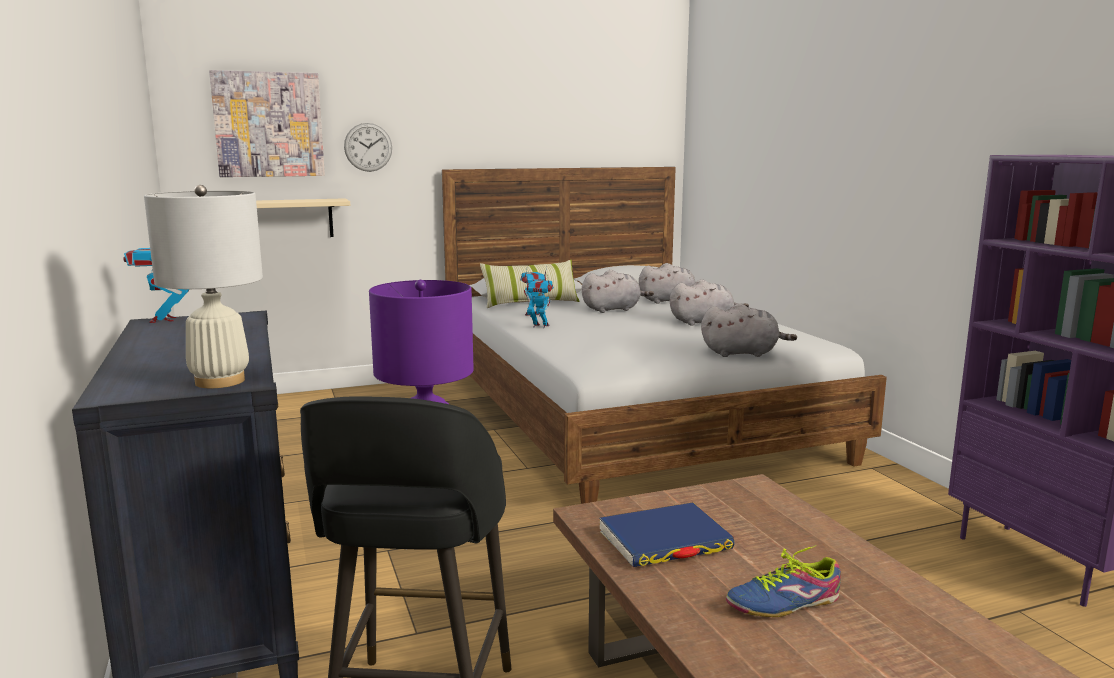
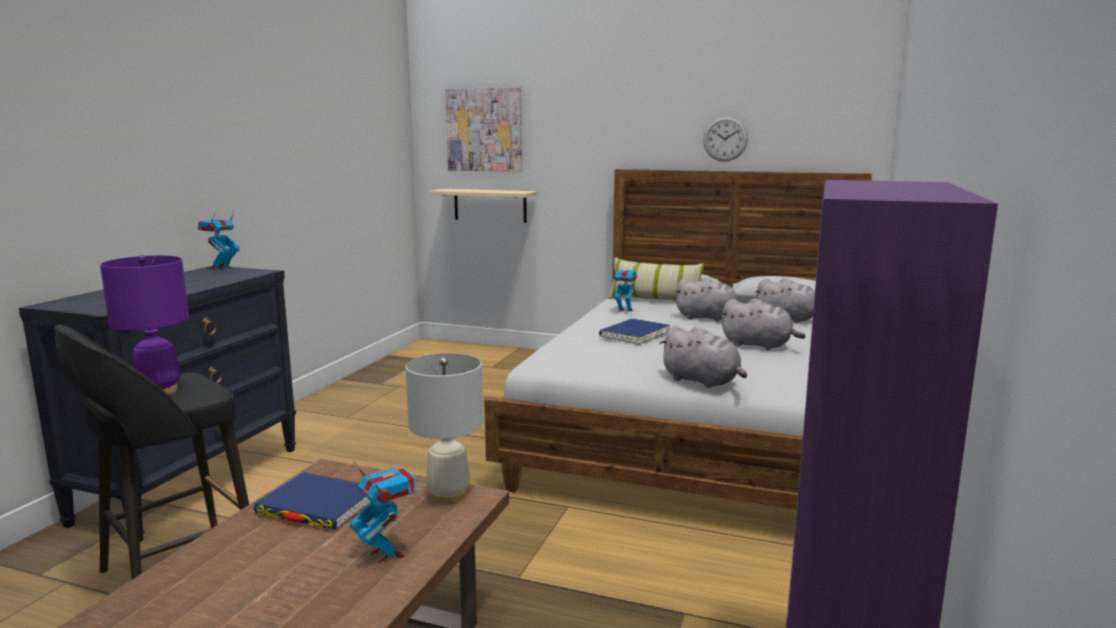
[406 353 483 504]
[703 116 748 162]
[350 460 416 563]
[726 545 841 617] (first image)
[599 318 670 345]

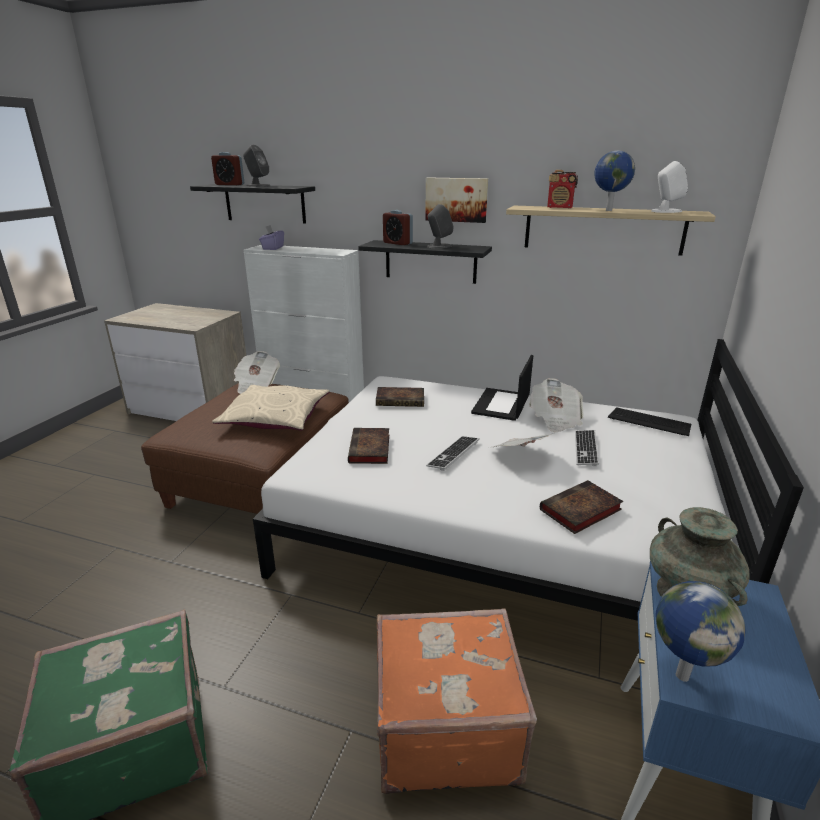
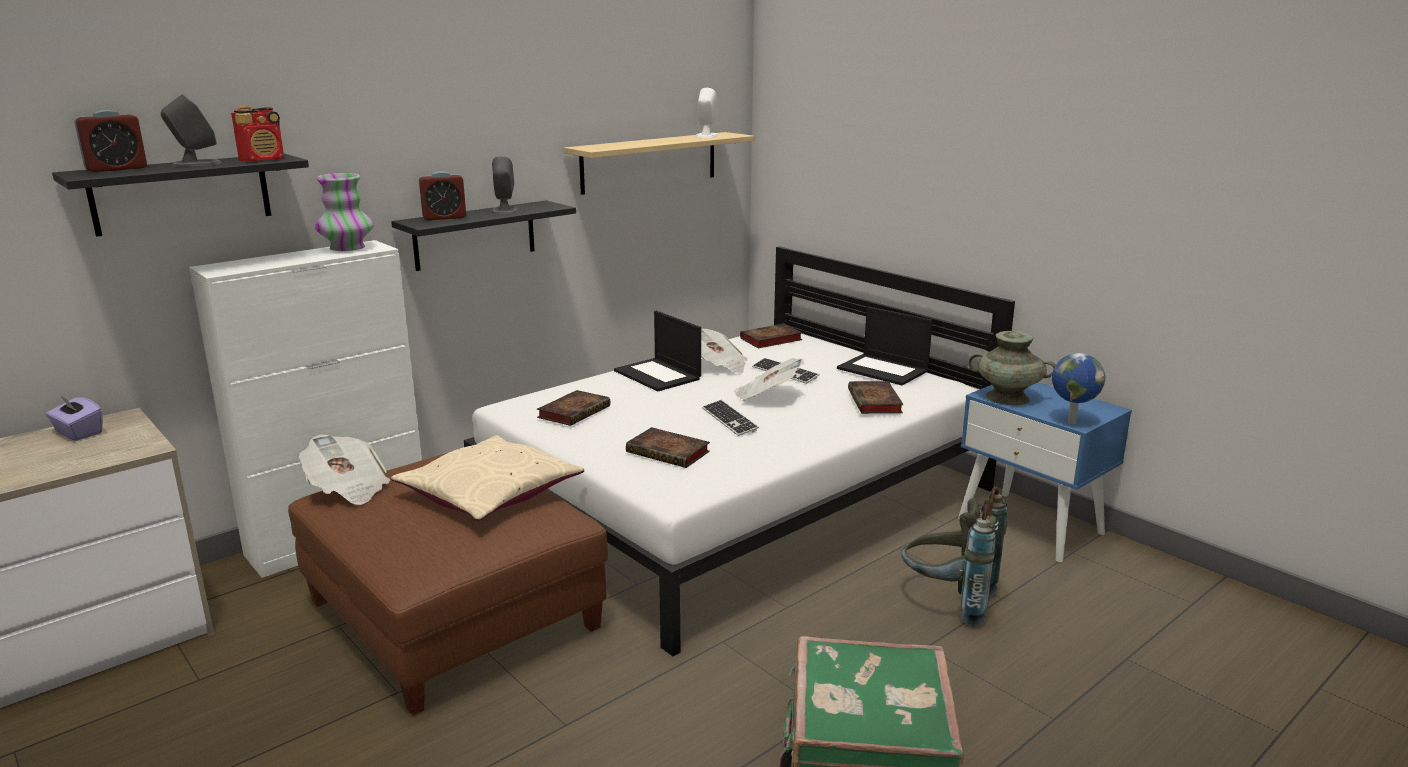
[46 394 103 441]
[901 487 1007 627]
[425 178 488 223] (first image)
[231 106 284 162]
[594 150 635 211] (first image)
[740 323 802 348]
[315 173 374 251]
[837 306 933 385]

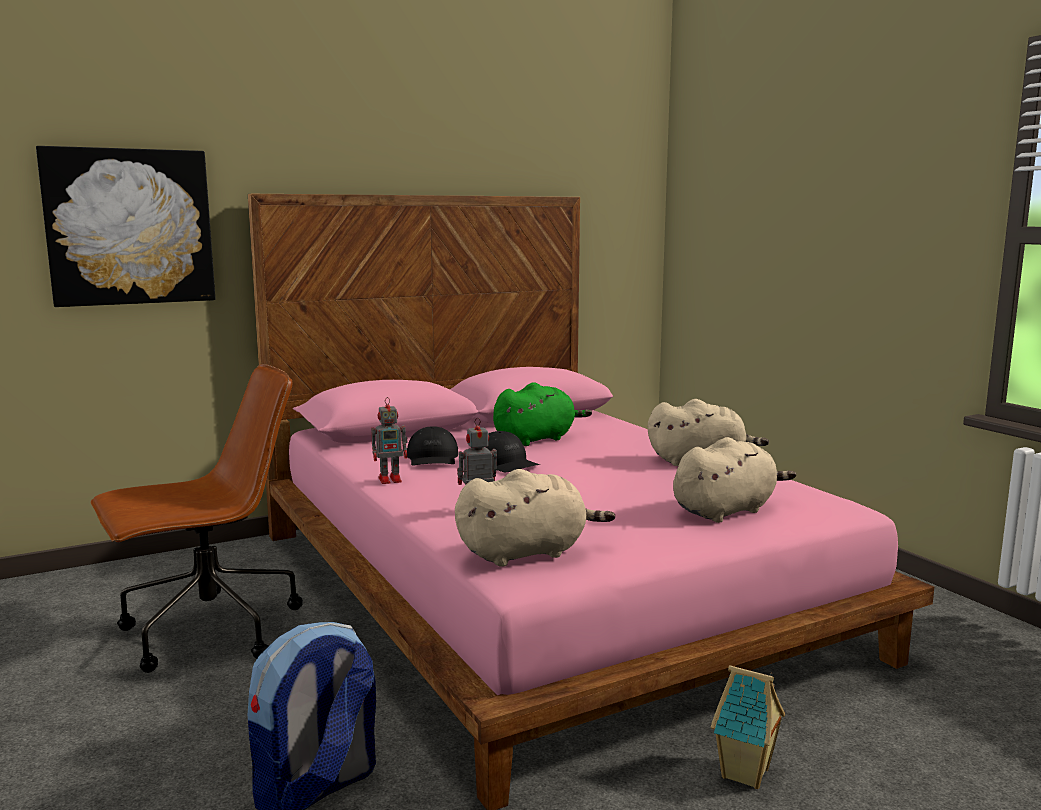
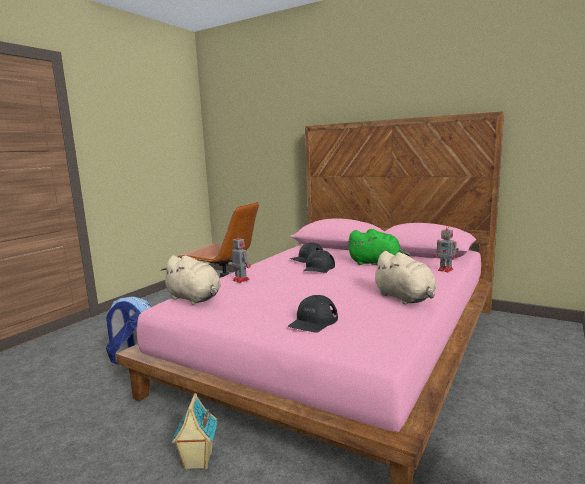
[36 146 215 307] (first image)
[435 224 459 272]
[288 295 338 333]

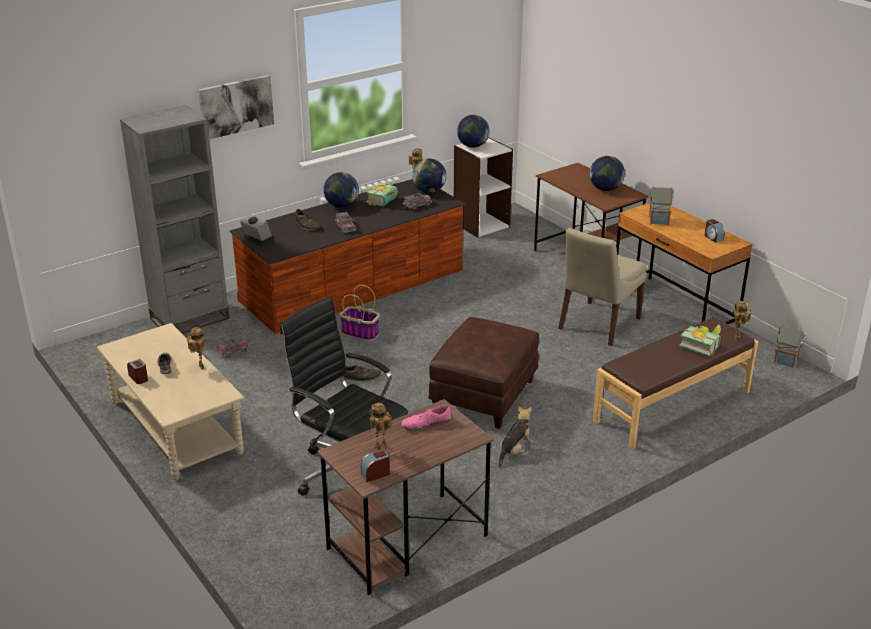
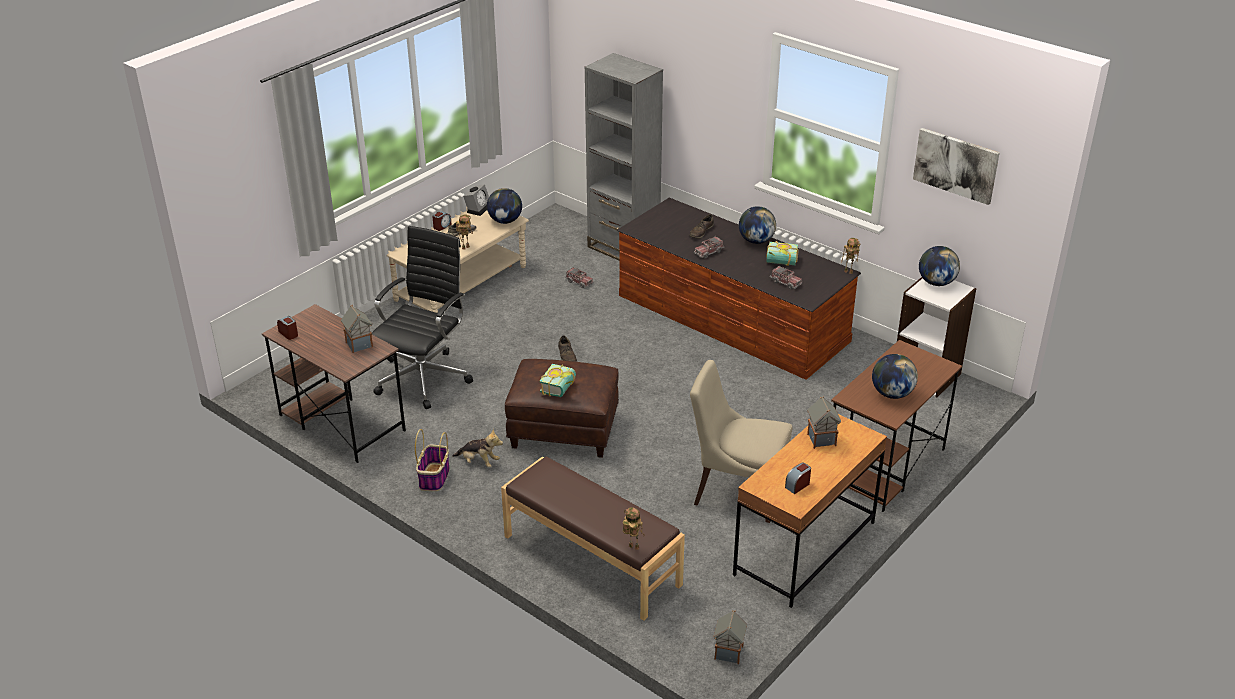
[913 128 1000 205]
[463 184 489 216]
[415 429 450 491]
[368 403 392 450] (first image)
[341 304 373 353]
[487 188 522 224]
[539 364 576 397]

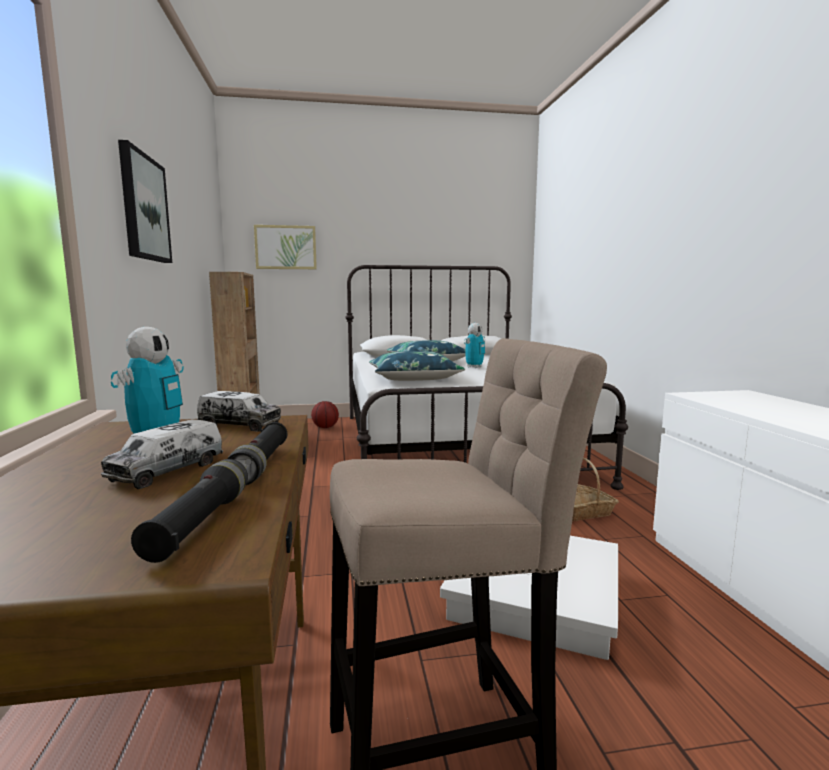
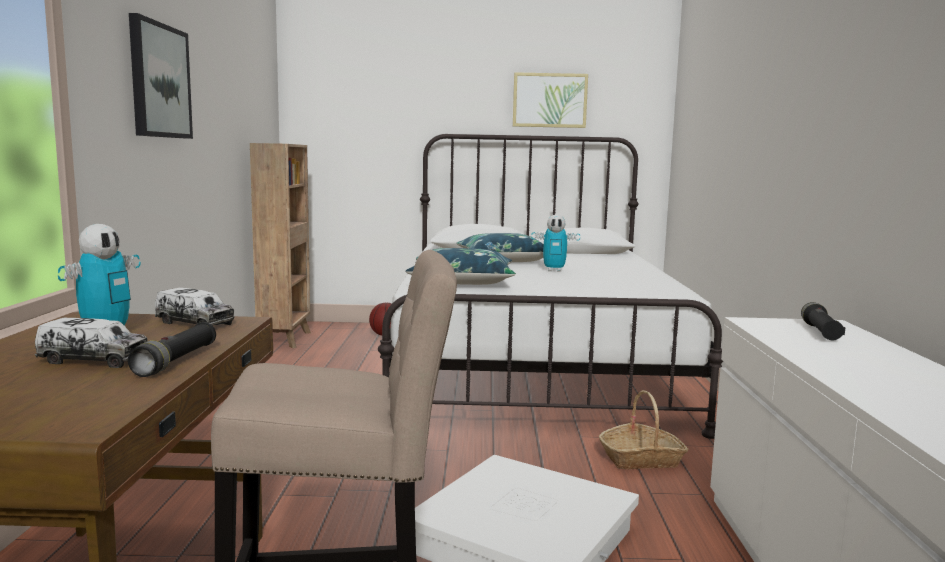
[35 318 148 368]
[801 302 845 340]
[513 72 588 128]
[532 215 580 272]

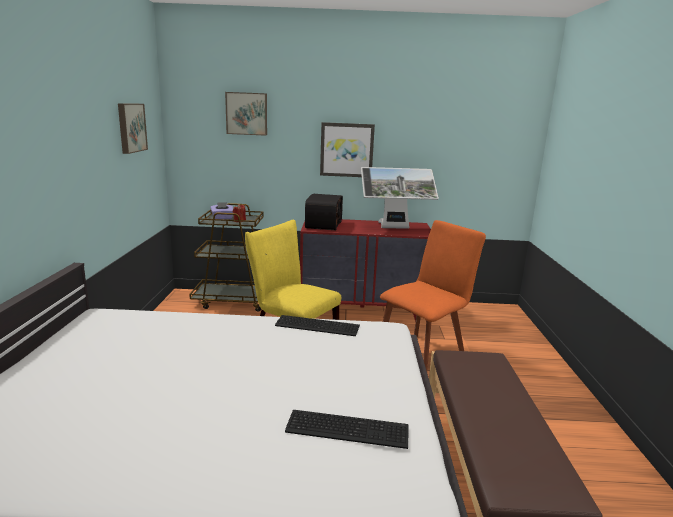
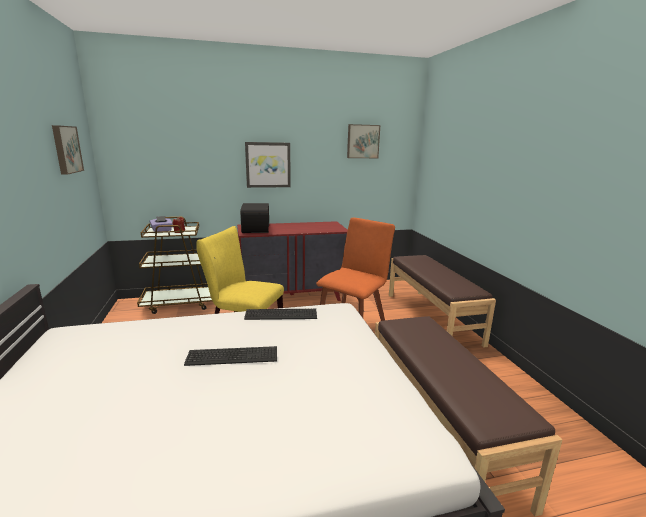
[347 124 380 158]
[184 346 277 366]
[361 167 439 229] (first image)
[389 255 496 348]

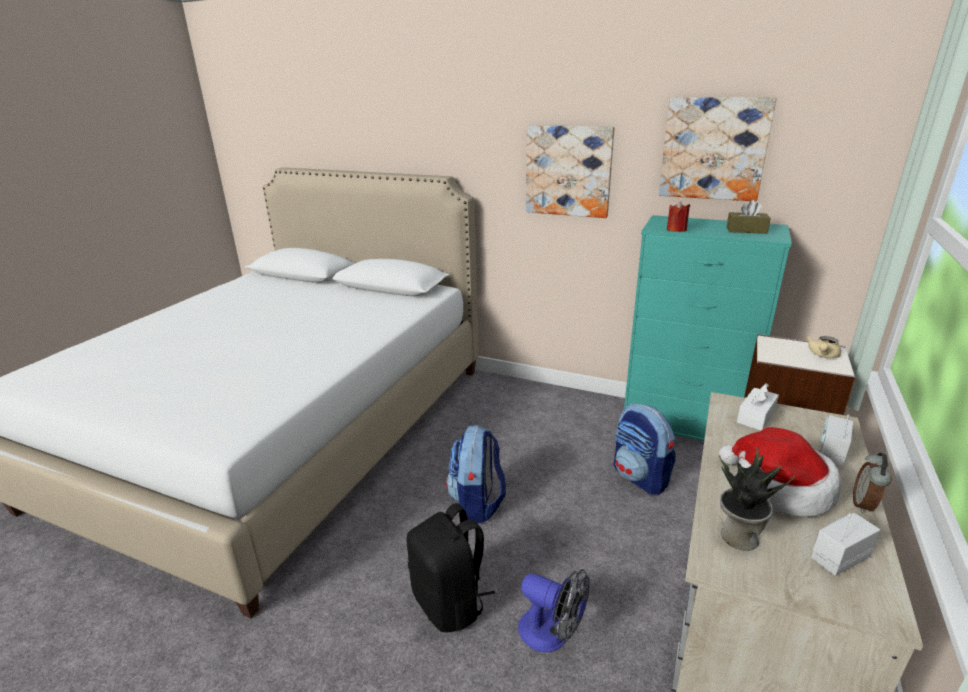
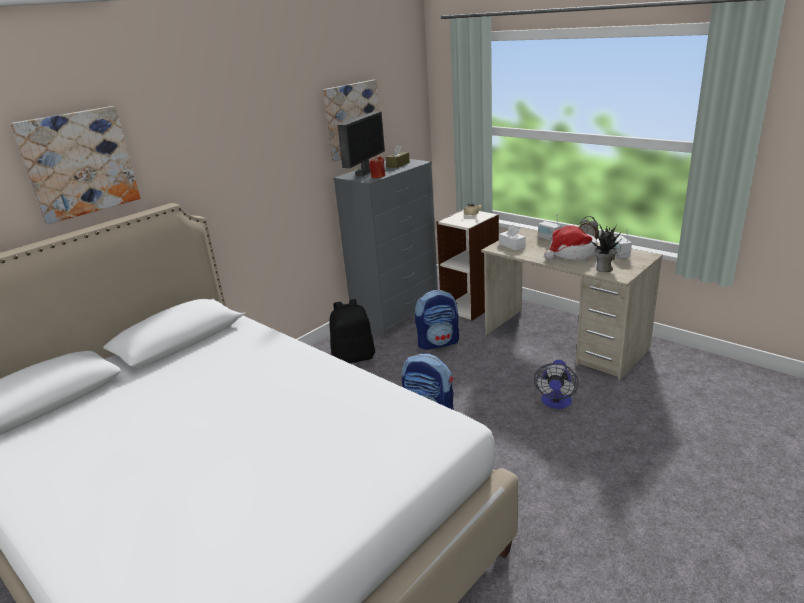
[329 299 375 363]
[534 360 579 409]
[10 106 140 224]
[333 159 438 338]
[337 111 385 176]

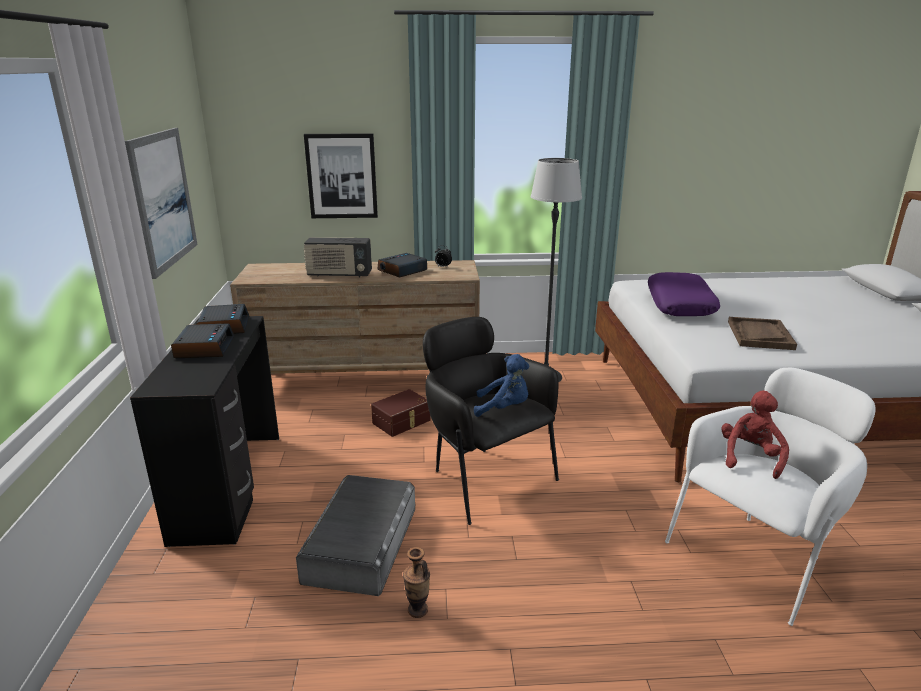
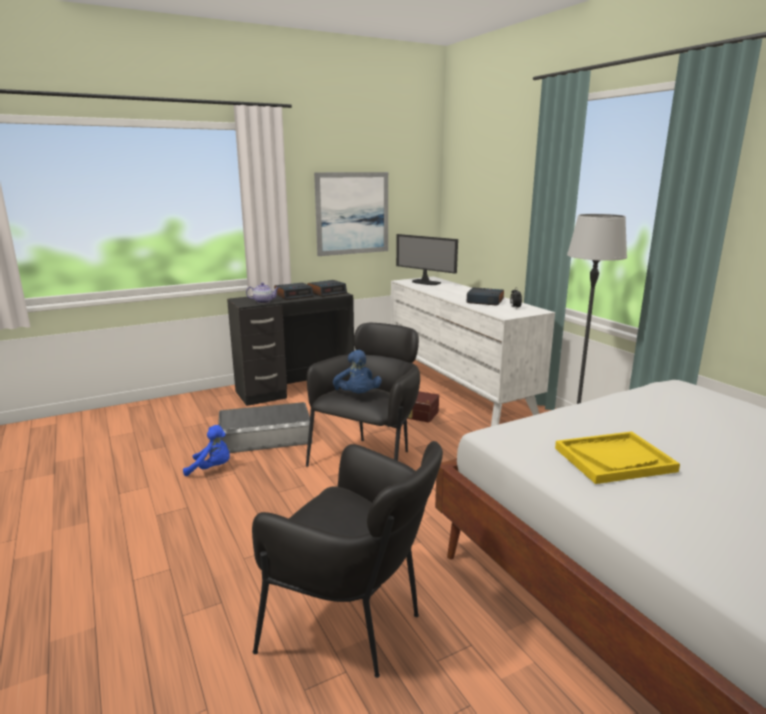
[391 276 555 426]
[304 133 378 218] (first image)
[304 237 372 277] (first image)
[183 425 230 477]
[648 272 720 316] (first image)
[252 441 443 678]
[721 390 789 479] (first image)
[555 431 680 484]
[246 283 280 303]
[396 234 458 285]

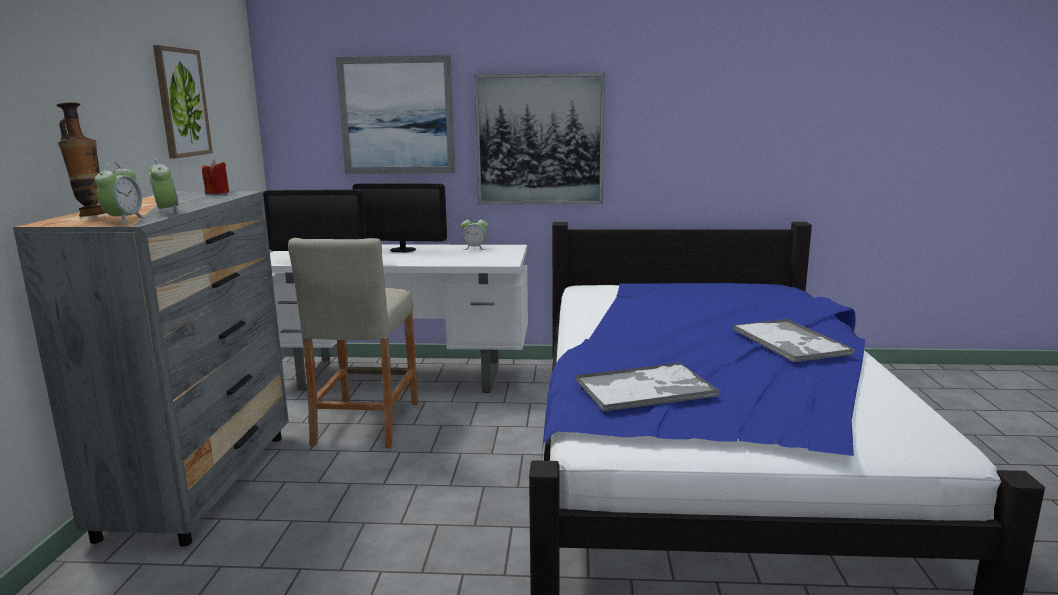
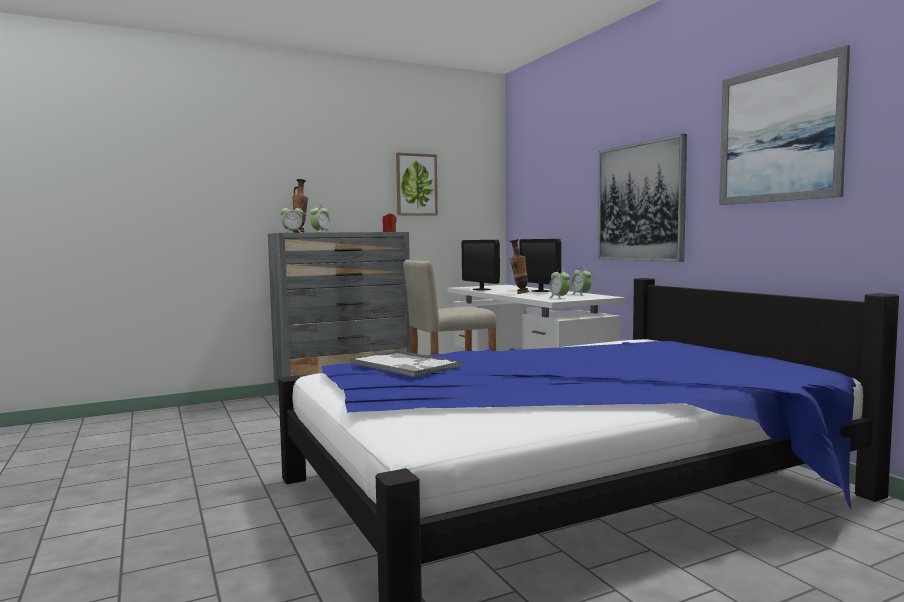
[719 45 850 205]
[733 319 855 362] (first image)
[509 239 529 294]
[549 268 570 299]

